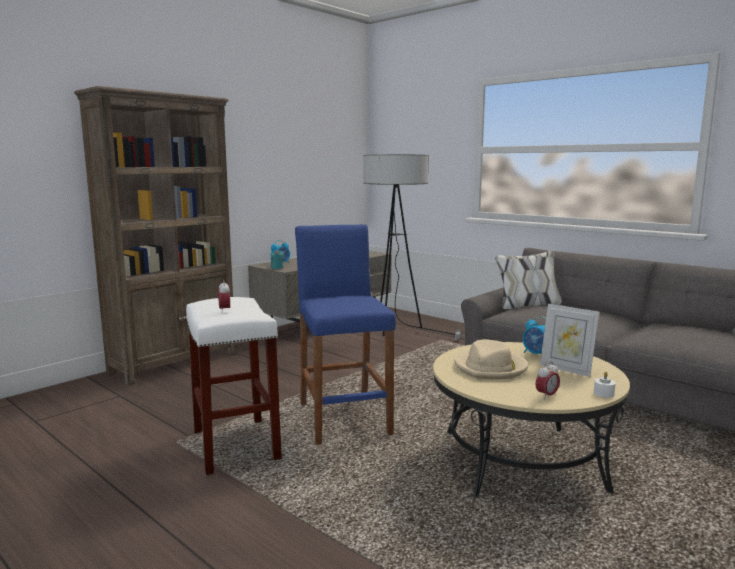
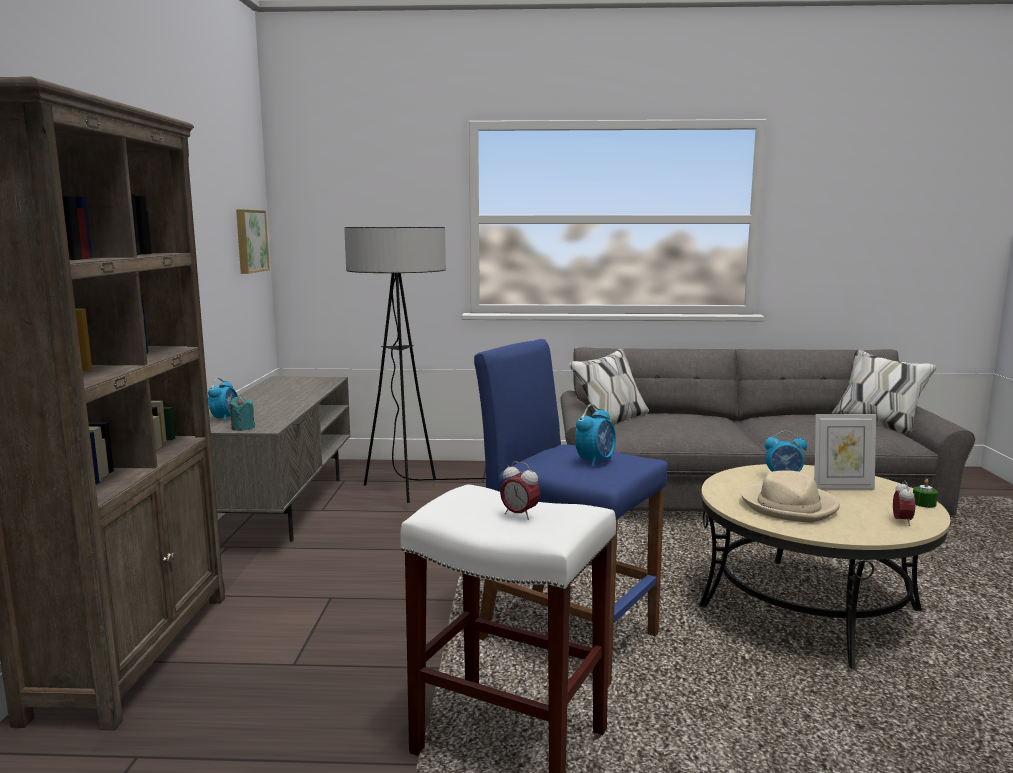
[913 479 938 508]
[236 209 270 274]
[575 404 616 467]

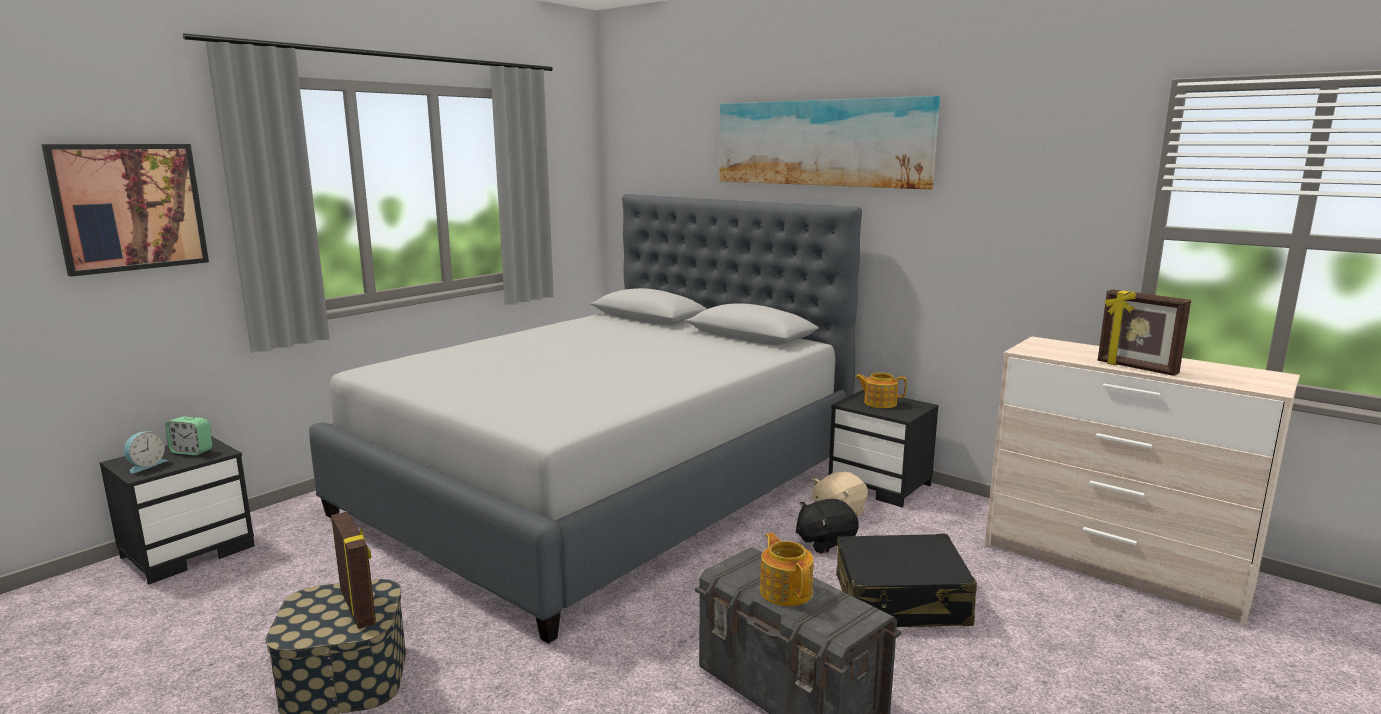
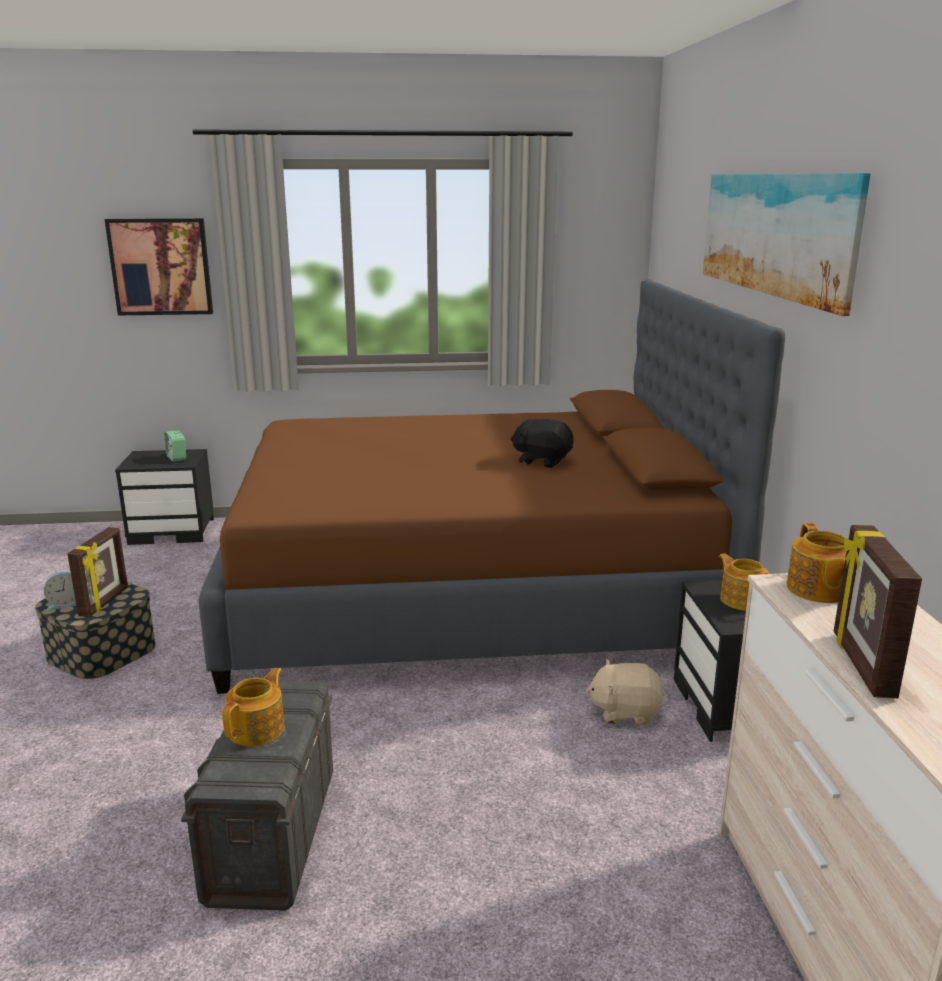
[44 572 76 610]
[199 279 785 694]
[511 418 574 468]
[836 534 977 627] (first image)
[786 523 846 603]

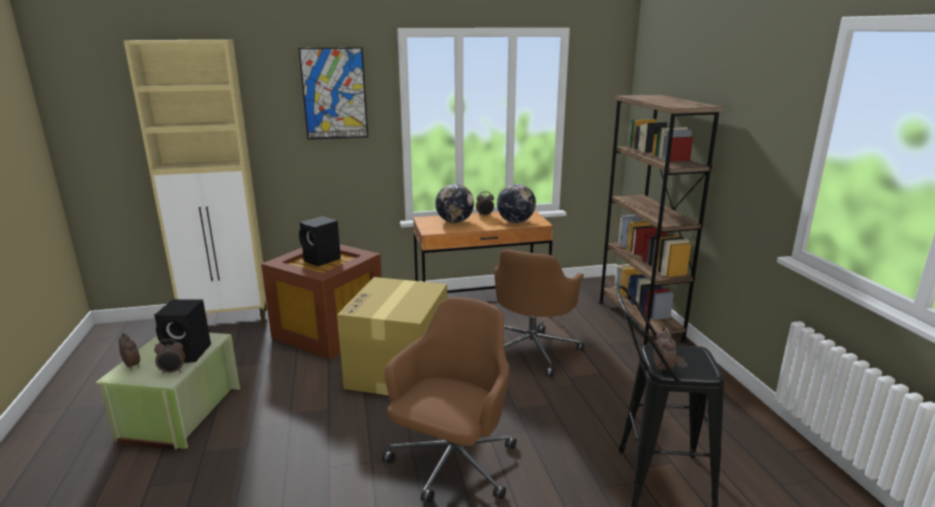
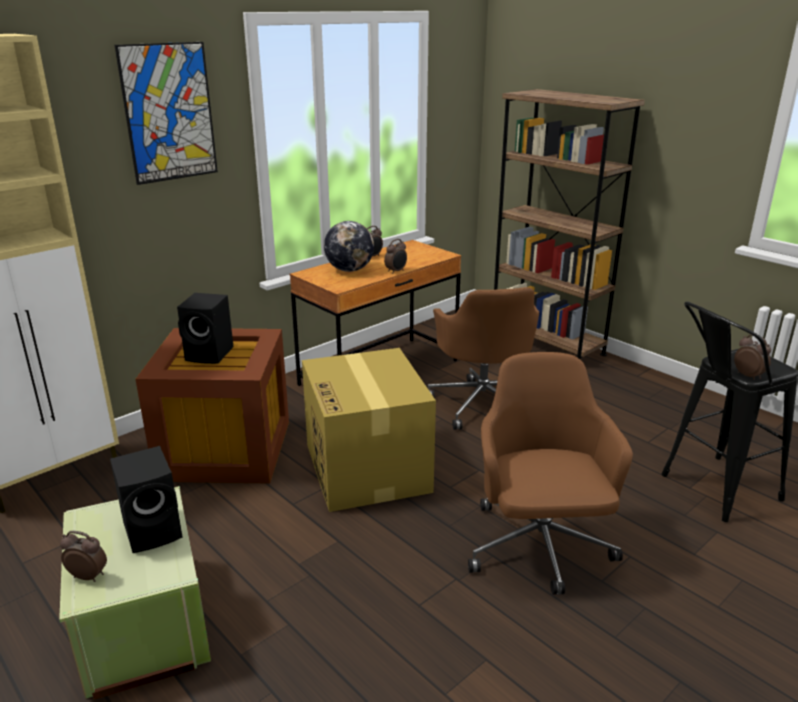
[384 239 407 274]
[497 184 536 223] (first image)

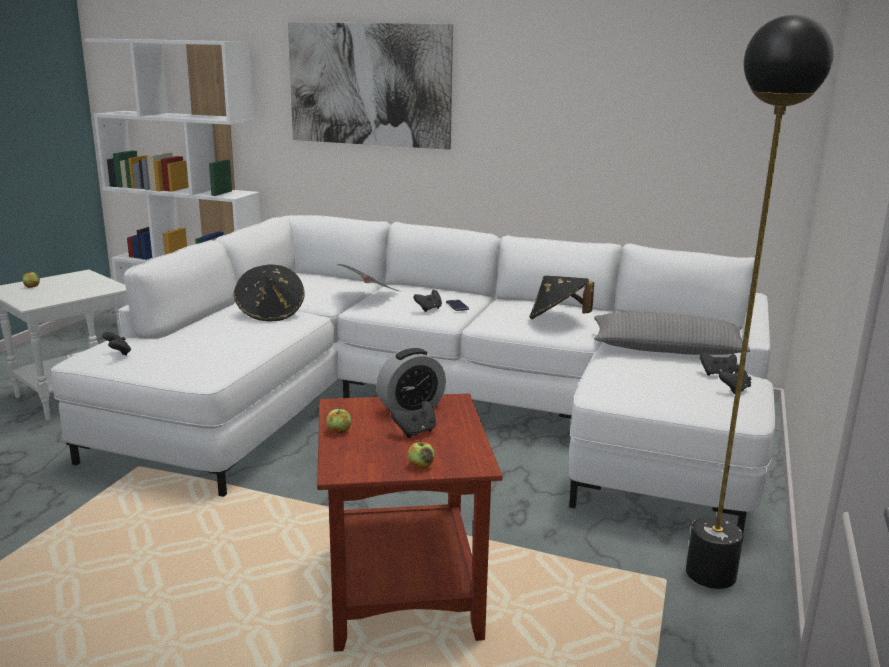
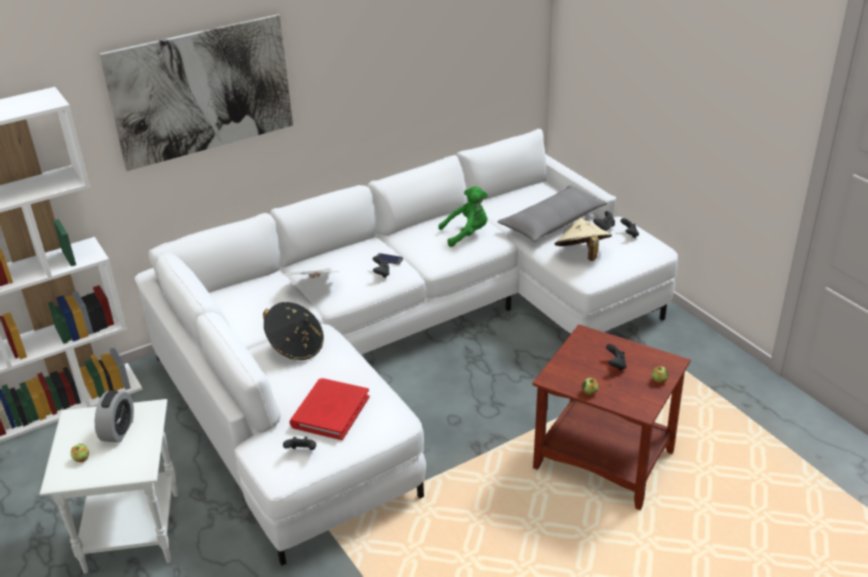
[95 390 134 443]
[438 186 488 247]
[686 15 834 589] (first image)
[289 378 370 440]
[555 218 612 261]

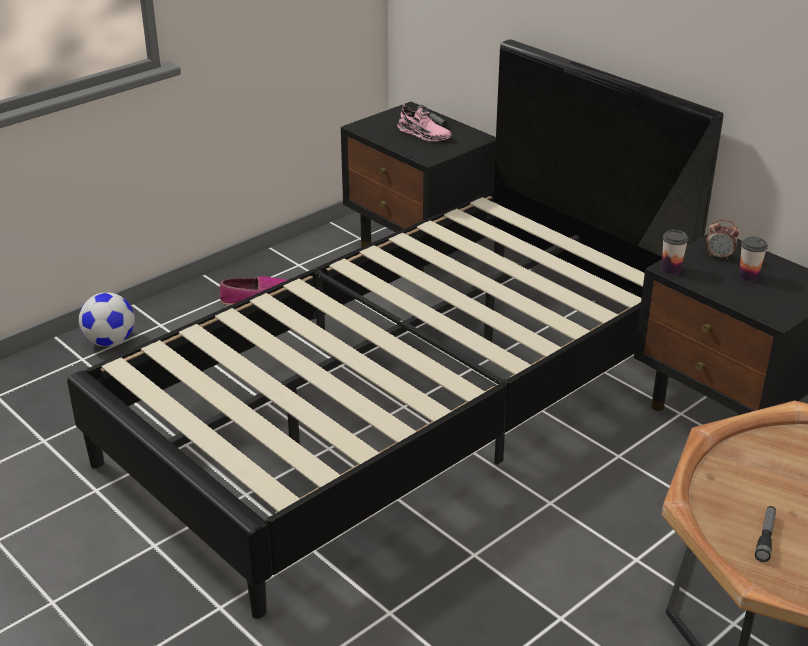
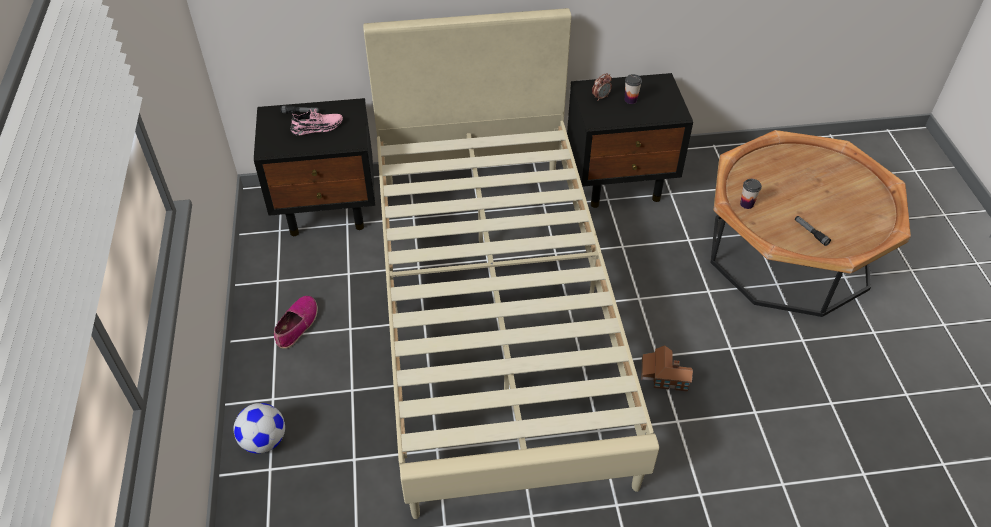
[363 8 659 519]
[740 179 762 209]
[641 345 693 392]

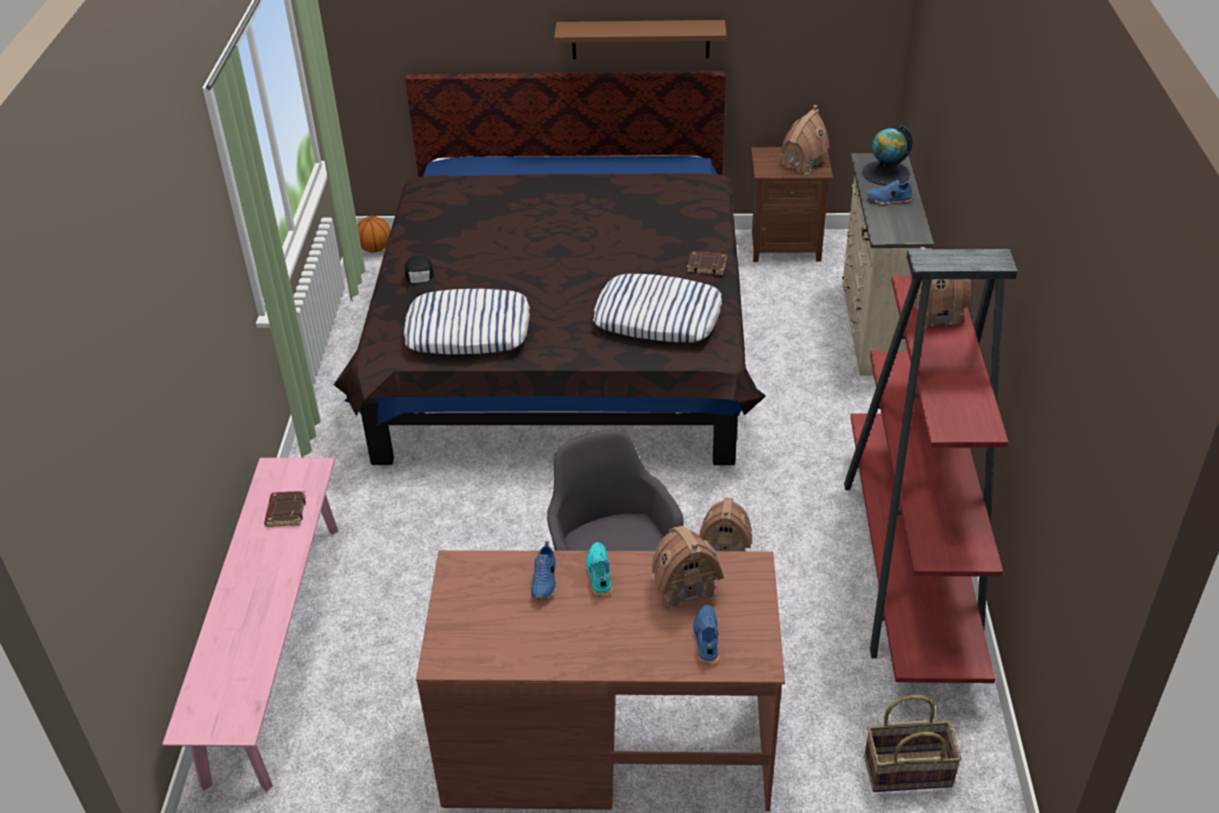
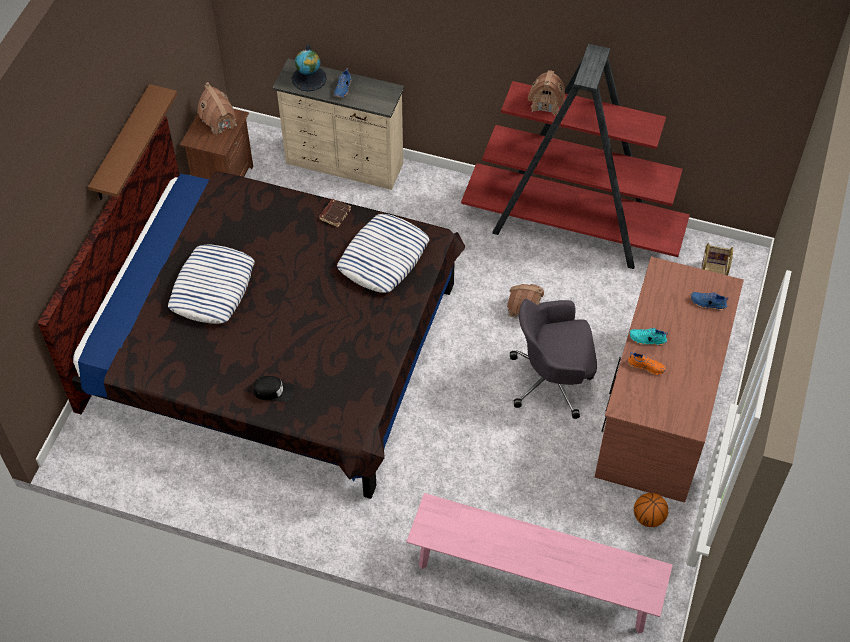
[264 491 306 527] (first image)
[634 493 668 527]
[168 245 255 324]
[627 352 666 375]
[652 526 724 609] (first image)

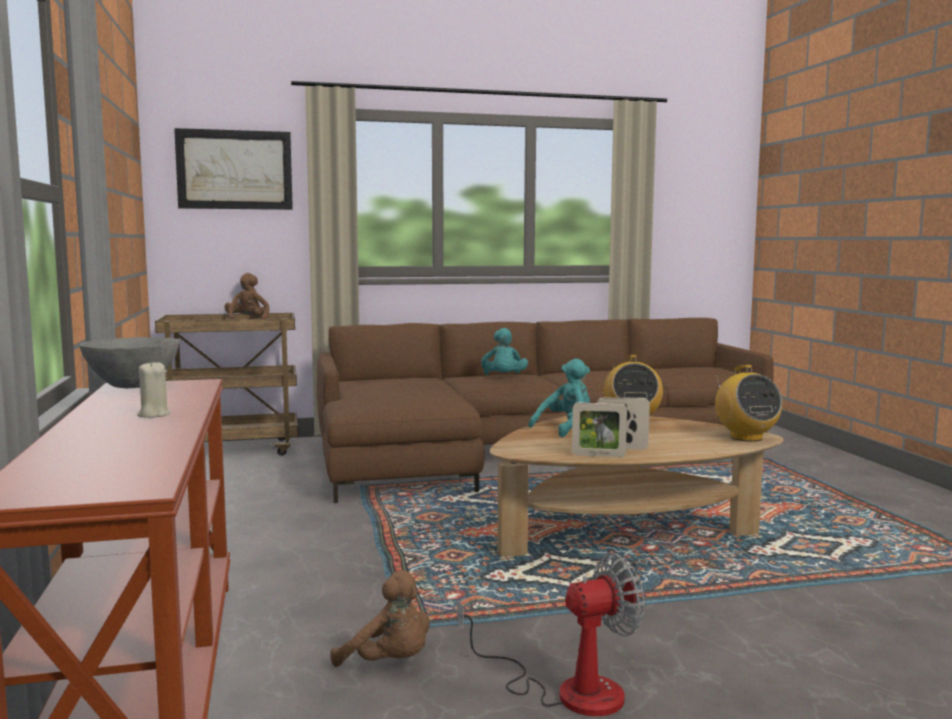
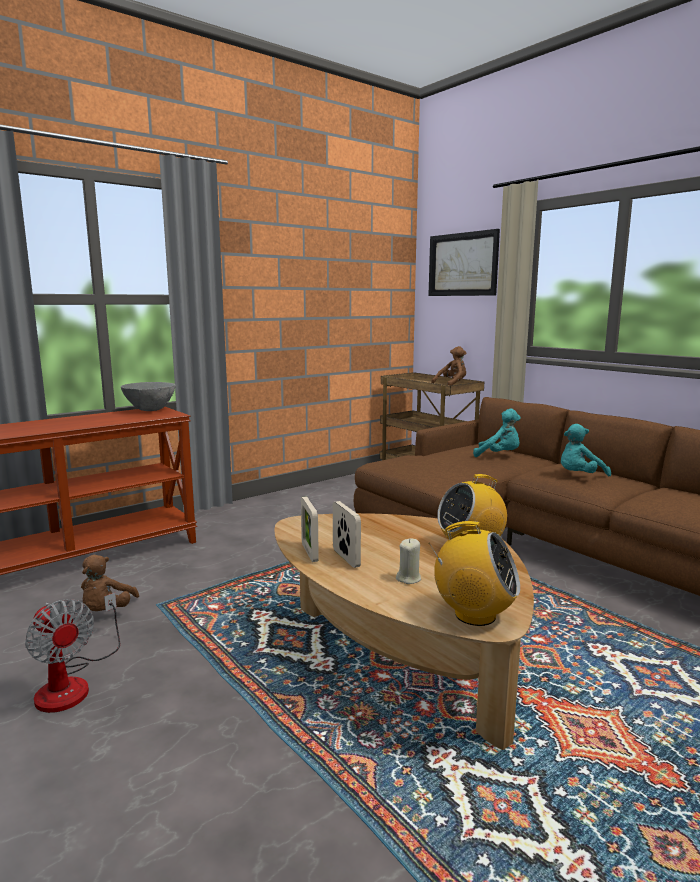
[396 538 421 584]
[473 409 521 457]
[429 521 520 626]

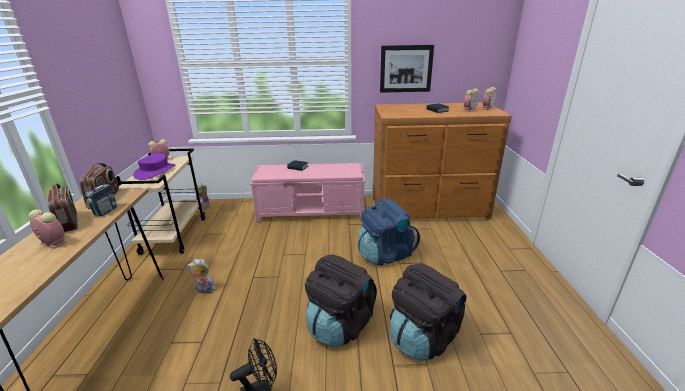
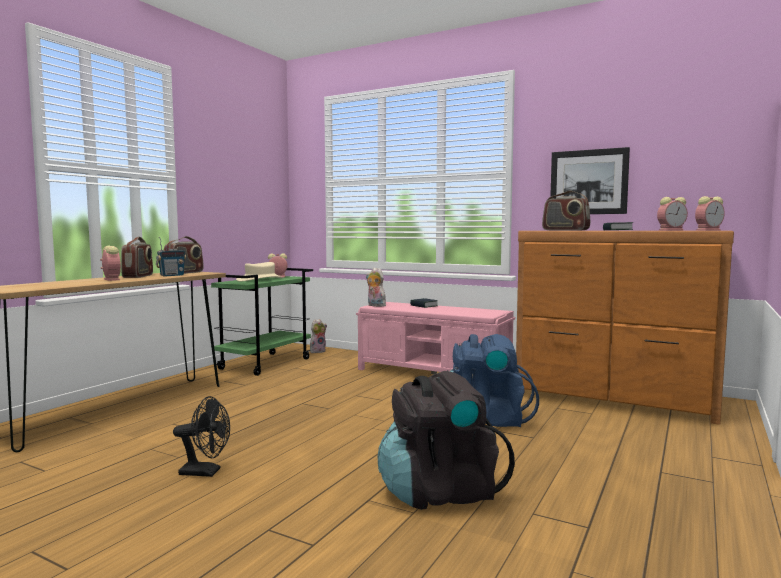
[211 268 313 376]
[236 262 284 282]
[366 268 386 307]
[305 254 377 347] (first image)
[542 190 590 230]

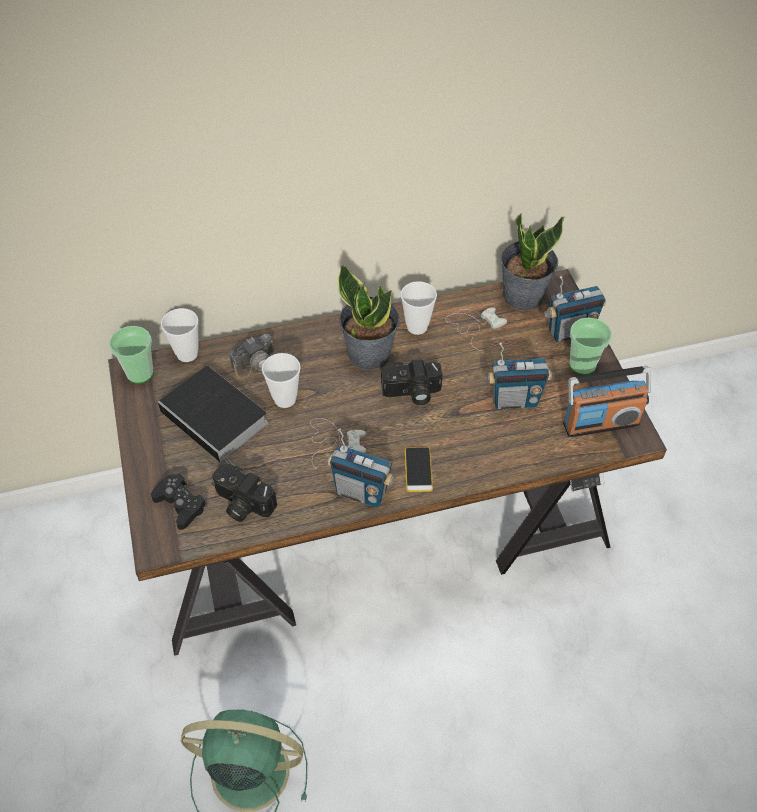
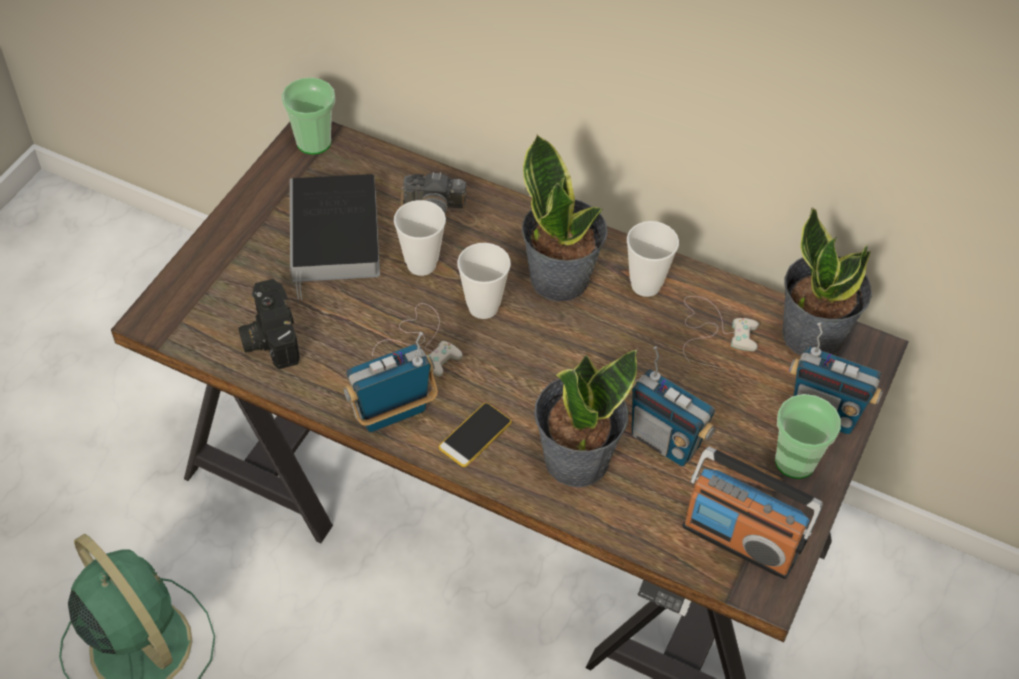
[151 474 208 530] (first image)
[457 243 511 319]
[343 332 438 432]
[381 359 443 405] (first image)
[534 349 637 488]

